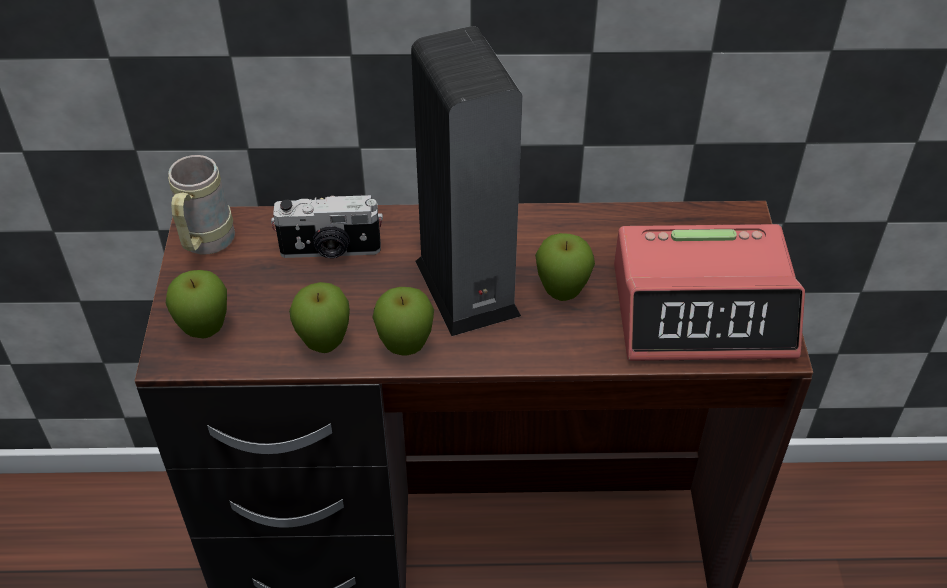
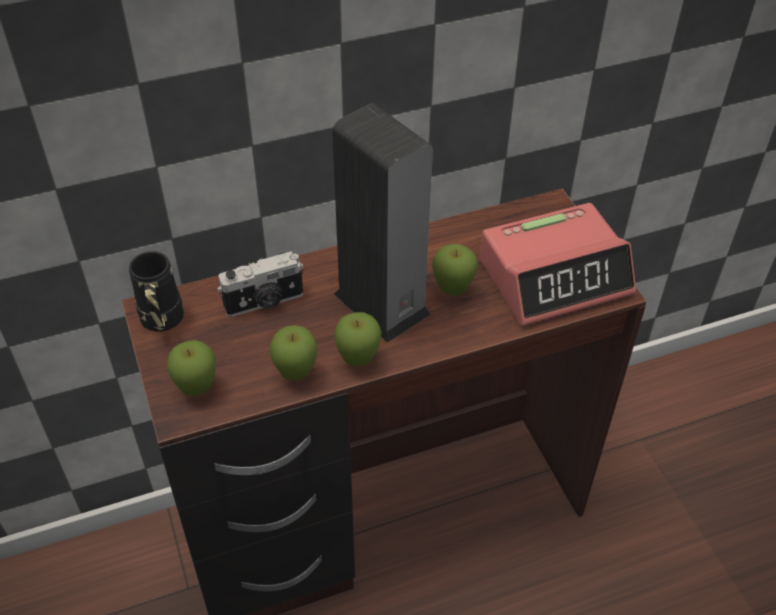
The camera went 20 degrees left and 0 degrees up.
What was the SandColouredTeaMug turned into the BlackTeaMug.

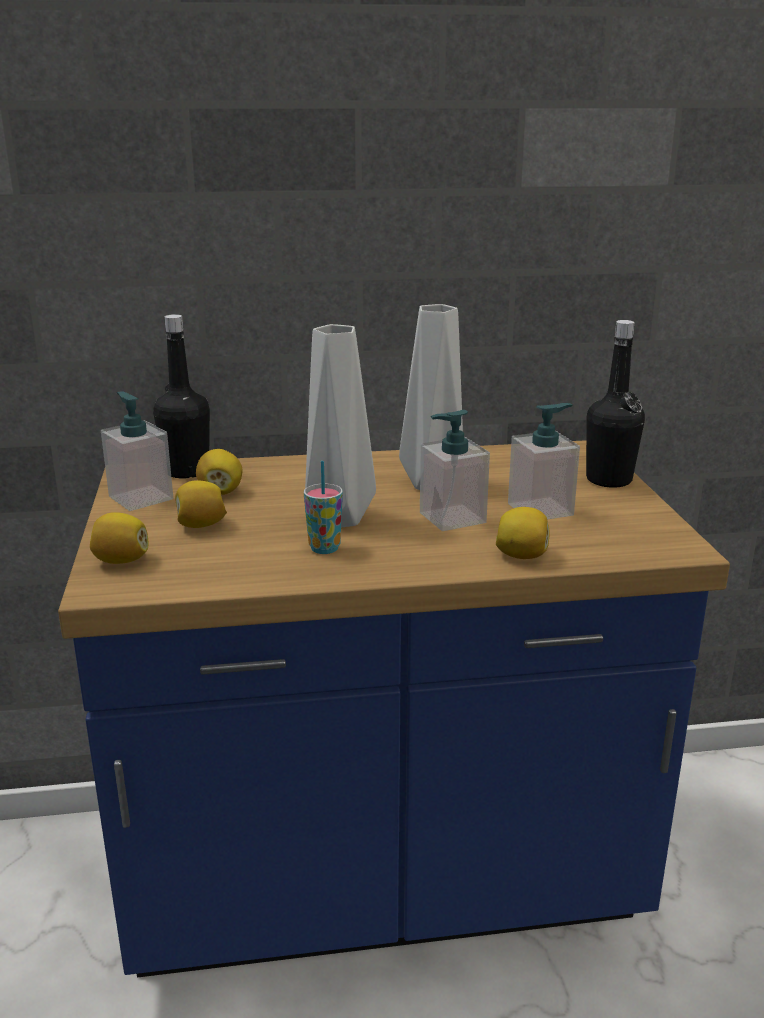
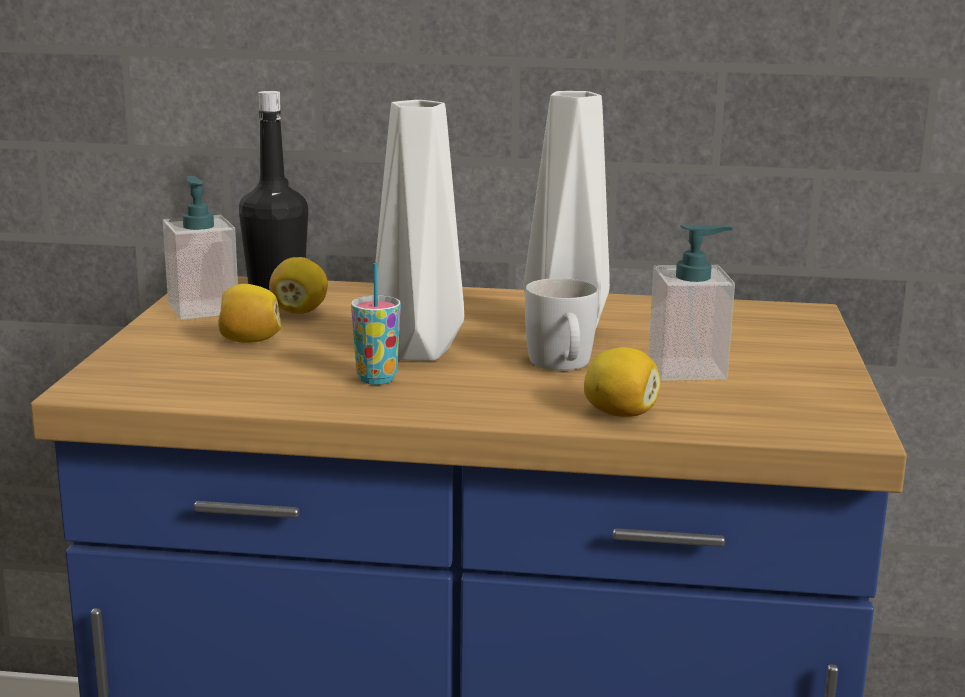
The camera went 15 degrees right and 5 degrees down.
The second view lost the WholeLemon (1st from left).
The second view lost the BlackBeverageBottle (2nd from left).
Where the SoapBottle (2nd from left) stood, the WhitishTeaMug came to stand.

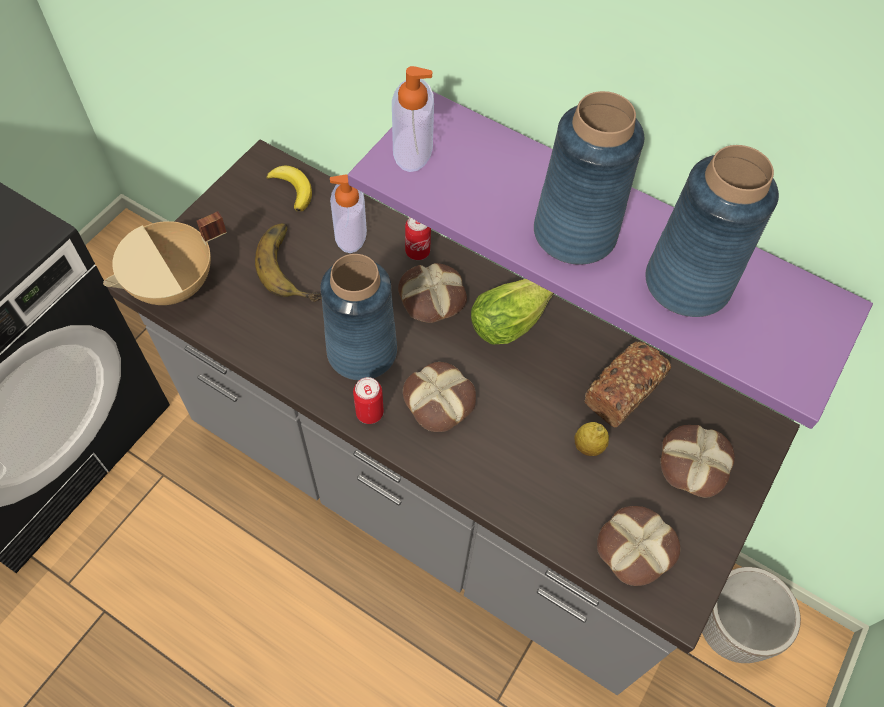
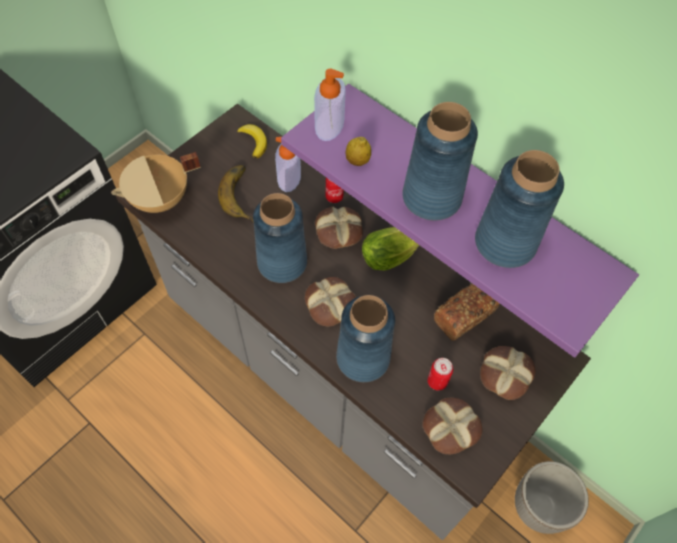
The camera went 10 degrees right and 0 degrees up.
The second view gained the BluishDecorativeVase (2nd from left).
The SealedCan (1st from left in the first image) ended up elsewhere.
The WholeLemon ended up elsewhere.

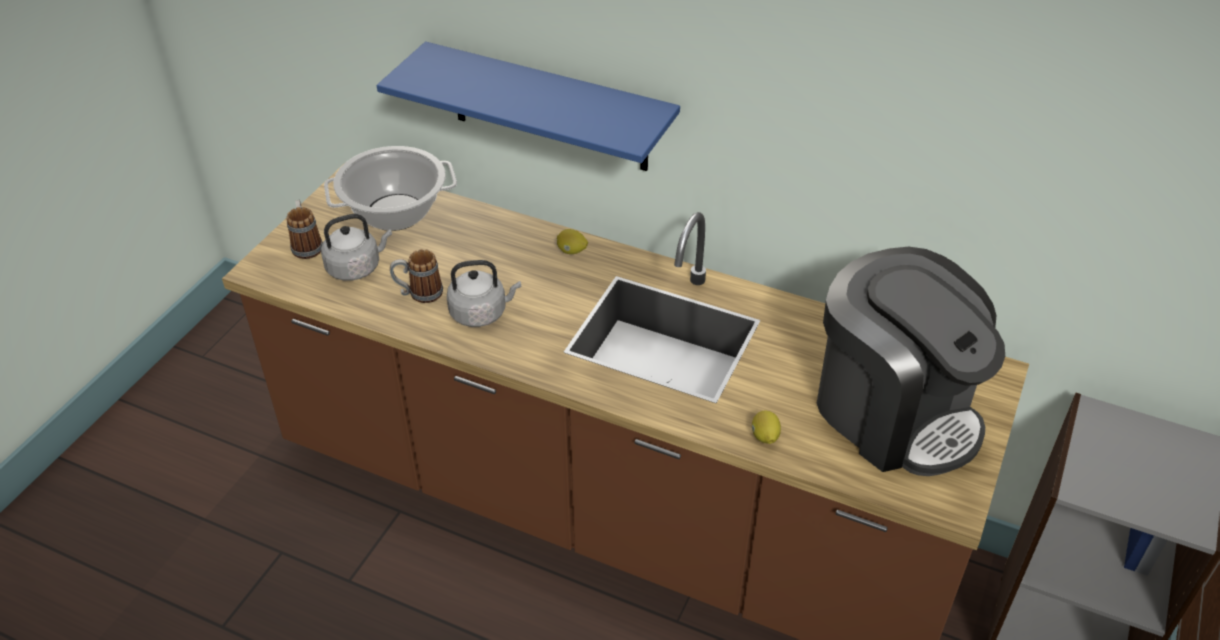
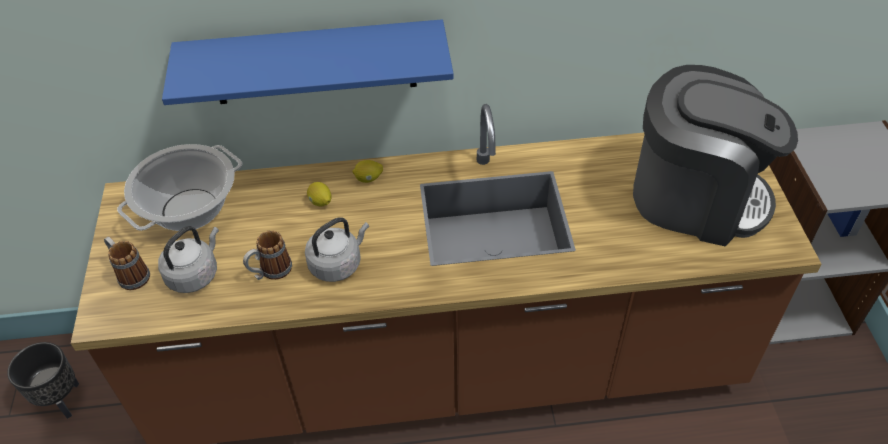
The camera went 30 degrees left and 5 degrees up.
The second view gained the BlackPlanter.
The WholeLemon (2nd from left in the first image) ended up elsewhere.

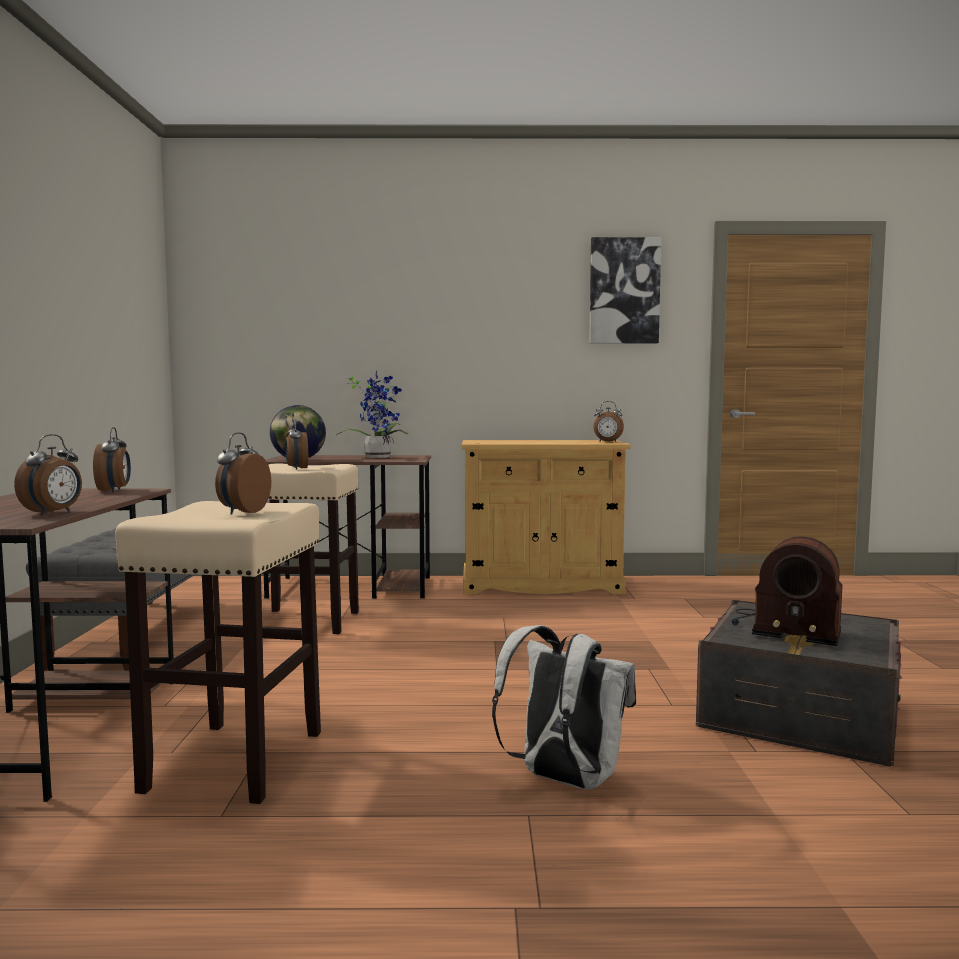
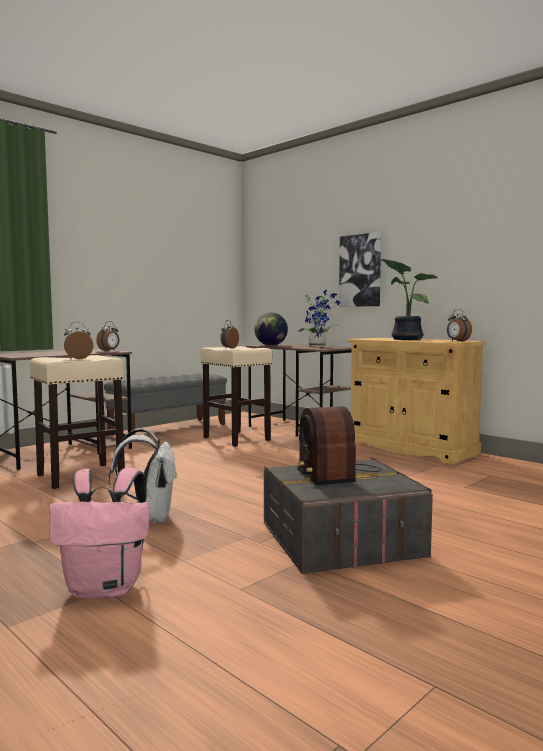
The camera went 45 degrees right and 0 degrees up.
The second view lost the BedsideClock (1st from left).
The second view gained the PinkishKnapsack.
The second view gained the PlantInAPot (2nd from left).
The WallPicture ended up elsewhere.

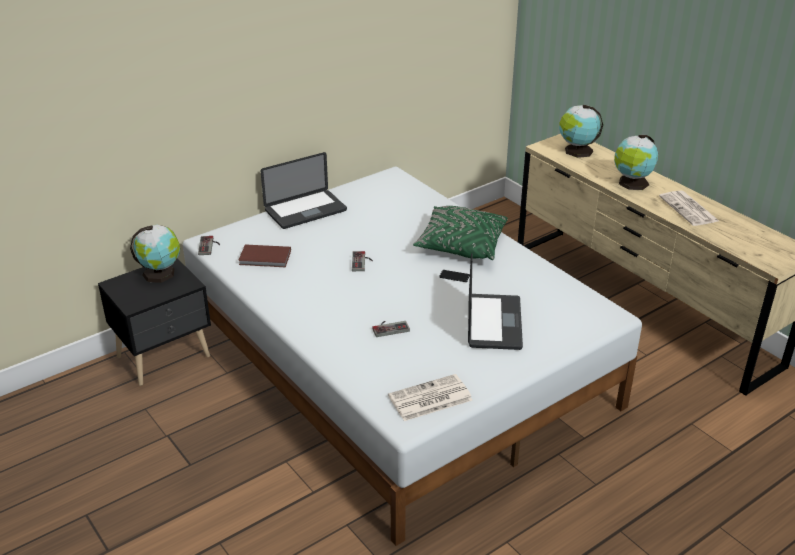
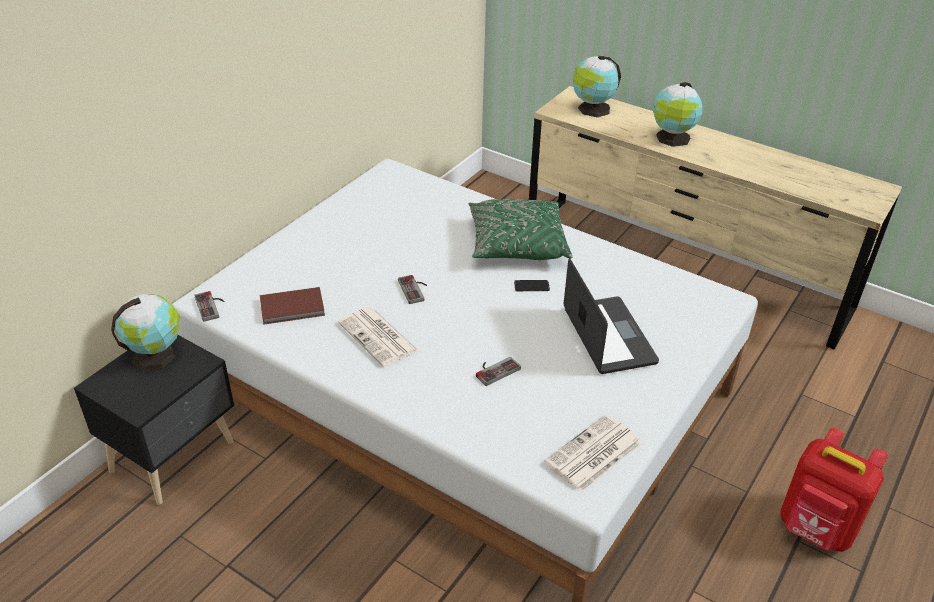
The camera went 20 degrees left and 5 degrees up.
The second view lost the Laptop (1st from left).
The second view gained the RedKnapsack.
The Newspaper (2nd from left in the first image) ended up elsewhere.

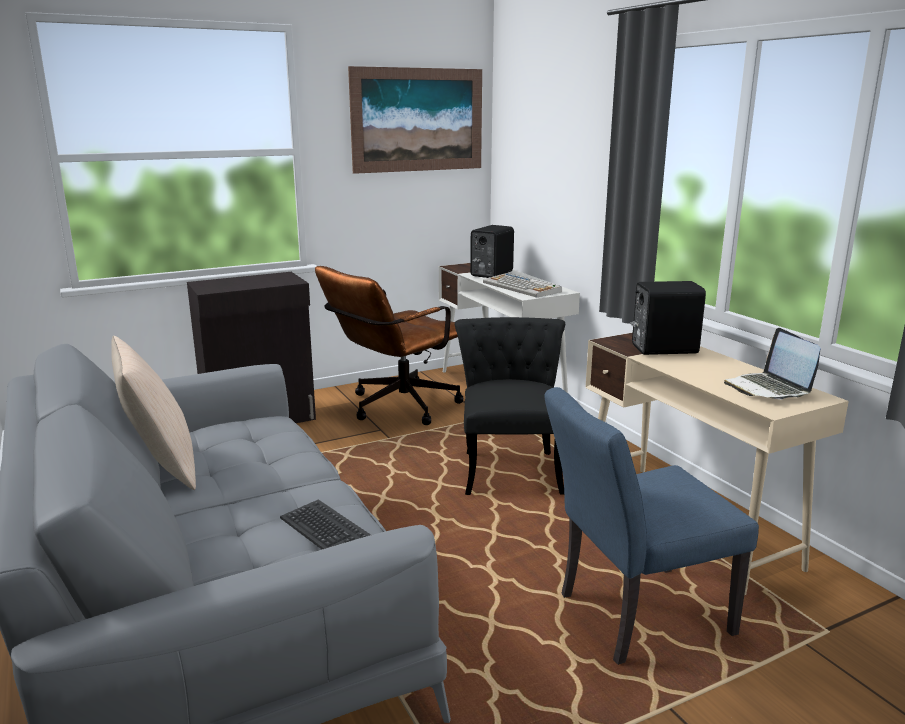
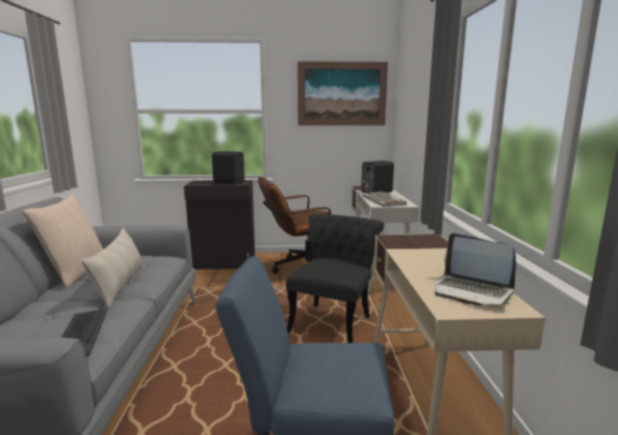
The camera went 25 degrees right and 5 degrees down.
The second view gained the SandColouredThrowPillow (2nd from left).
The BlackLoudspeaker (2nd from left in the first image) ended up elsewhere.
The Laptop ended up facing another way, 60 degrees counterclockwise from before.

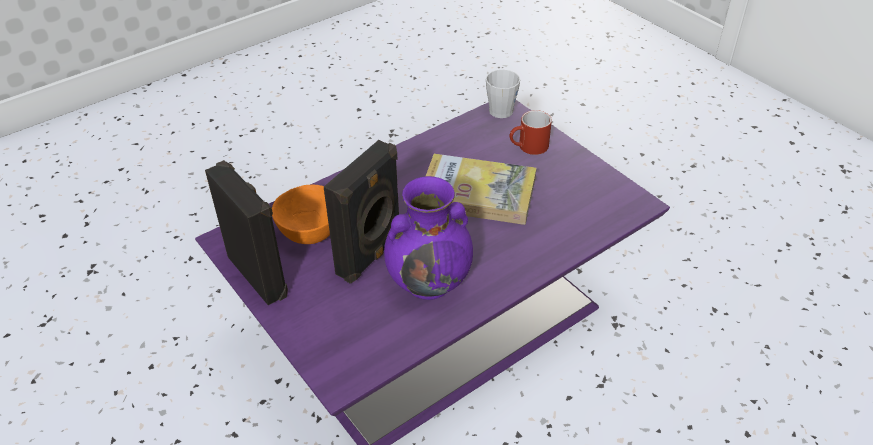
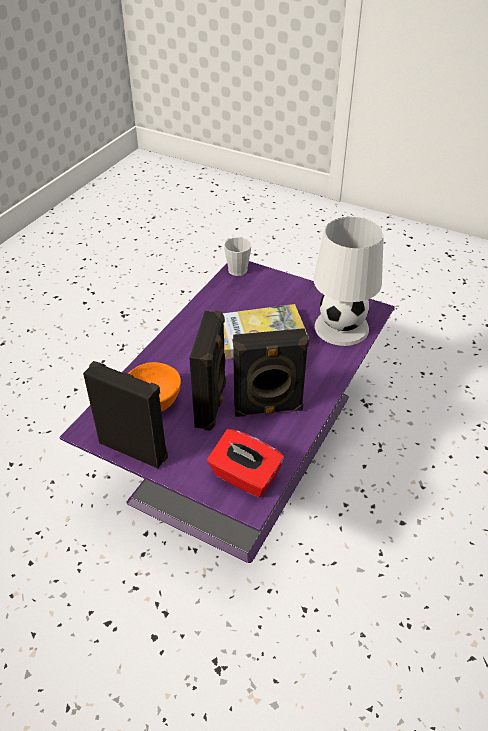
The camera went 25 degrees left and 0 degrees up.
The second view lost the RedTeaMug.
The second view gained the RedBoxOfTissues.
The second view gained the WhitishLampForATable.
Where the PurpleColouredDecorativeVase stood, the BlackLoudspeaker (3rd from left) came to stand.

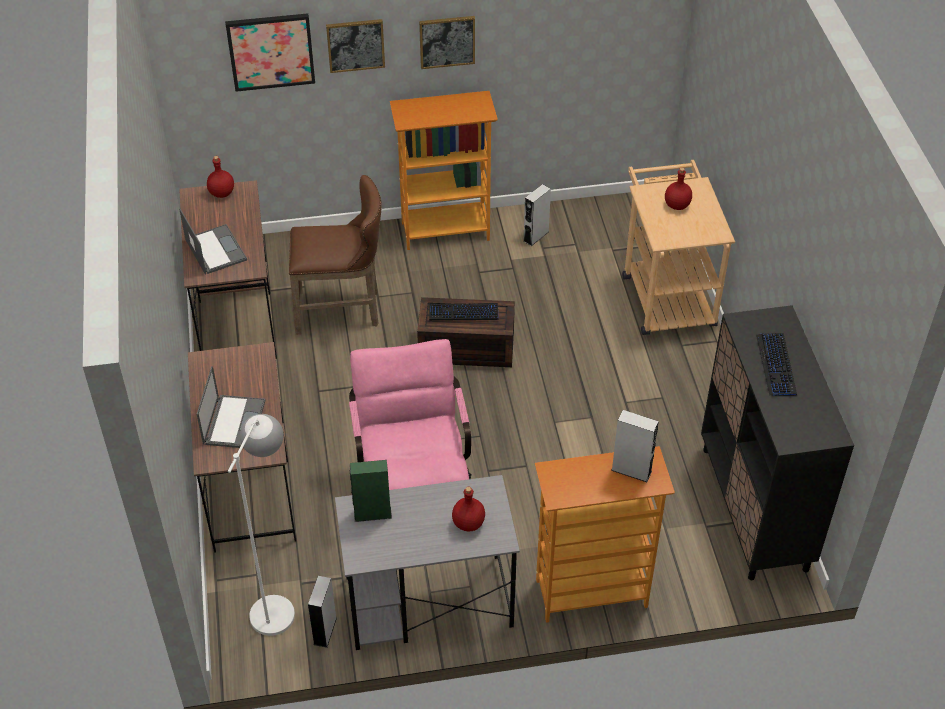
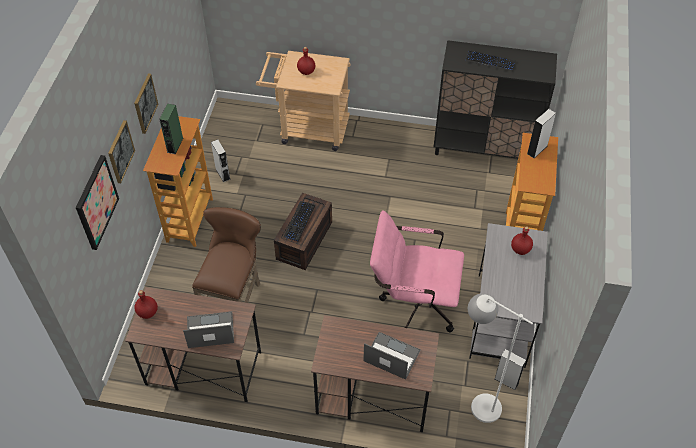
The camera went 70 degrees left and 5 degrees up.
The GreenLoudspeaker ended up elsewhere.

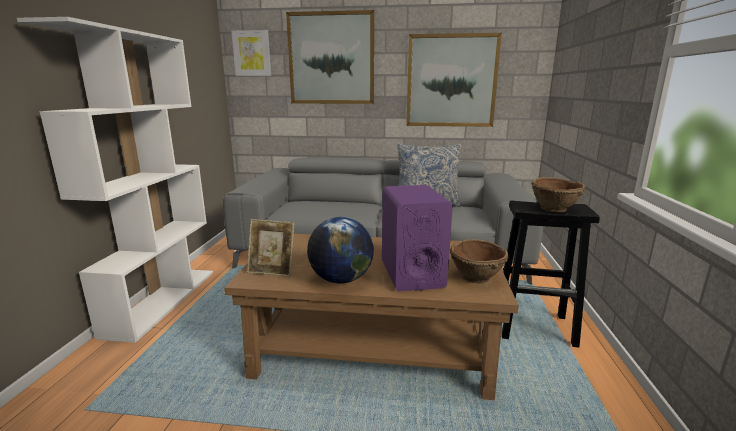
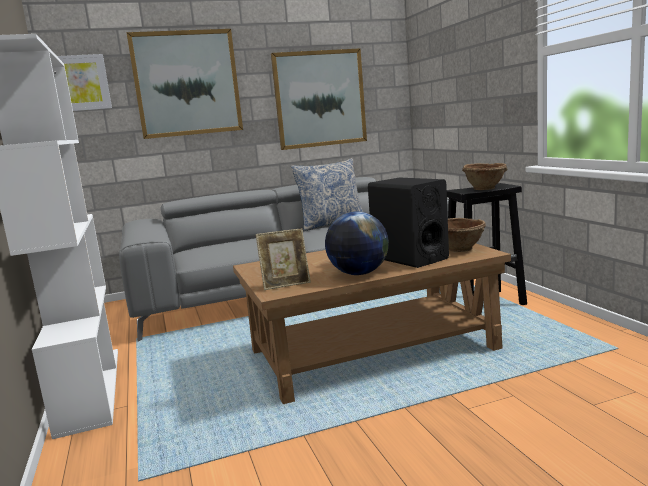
The camera went 25 degrees left and 5 degrees down.
What was the PurpleColouredLoudspeaker turned into the BlackLoudspeaker.

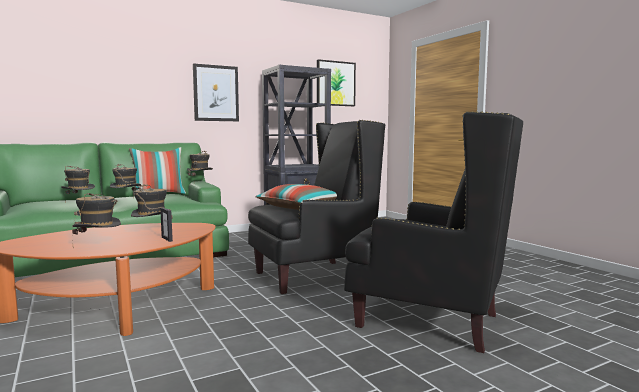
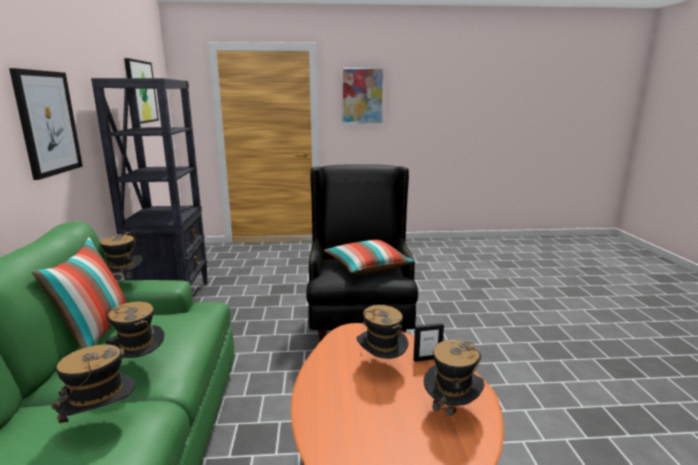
The camera went 65 degrees left and 10 degrees up.
The second view lost the BlackEasyChair (2nd from left).
The second view gained the WallPicture (3rd from left).

